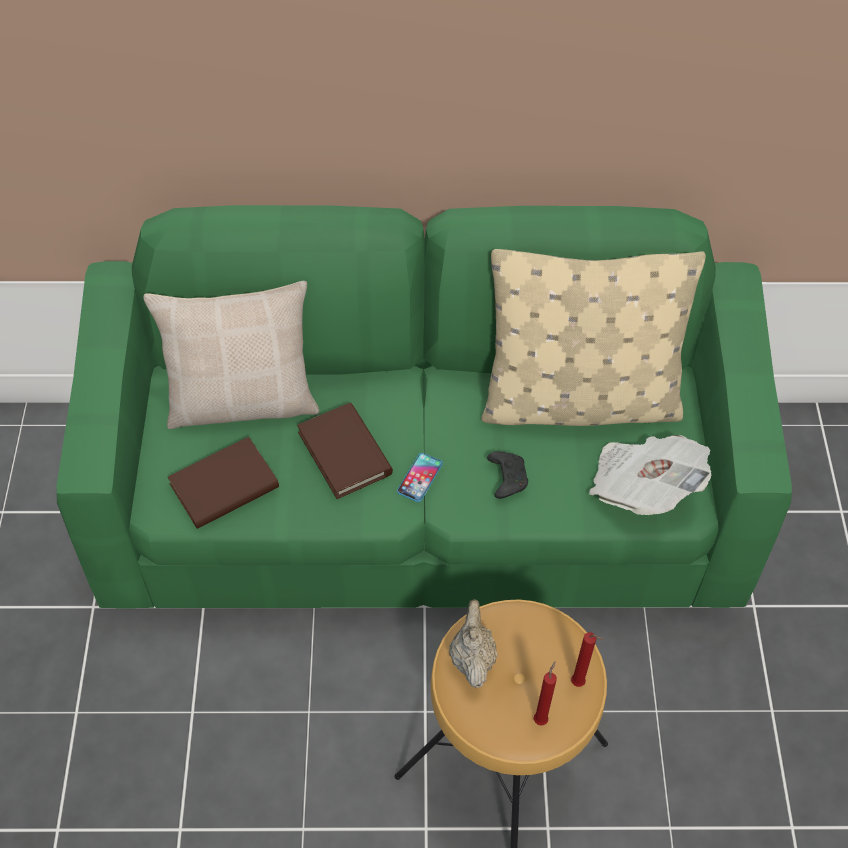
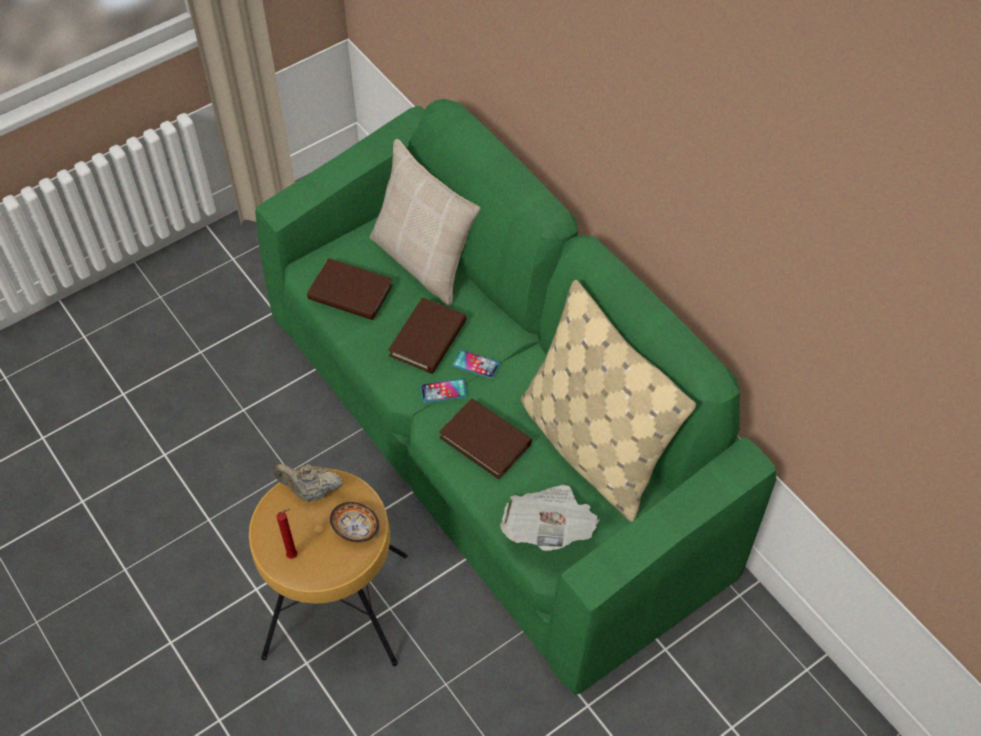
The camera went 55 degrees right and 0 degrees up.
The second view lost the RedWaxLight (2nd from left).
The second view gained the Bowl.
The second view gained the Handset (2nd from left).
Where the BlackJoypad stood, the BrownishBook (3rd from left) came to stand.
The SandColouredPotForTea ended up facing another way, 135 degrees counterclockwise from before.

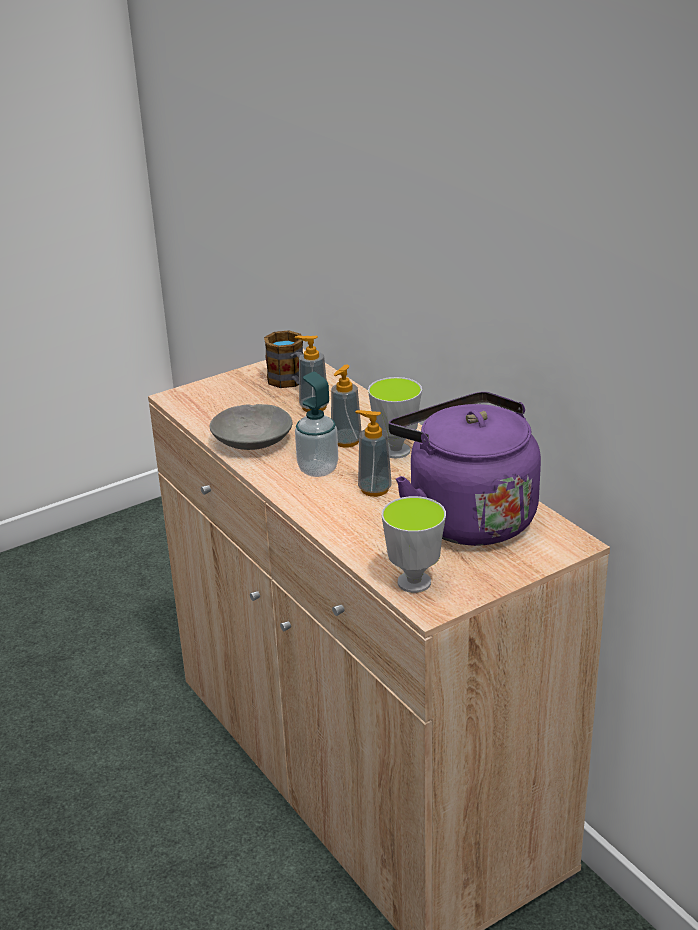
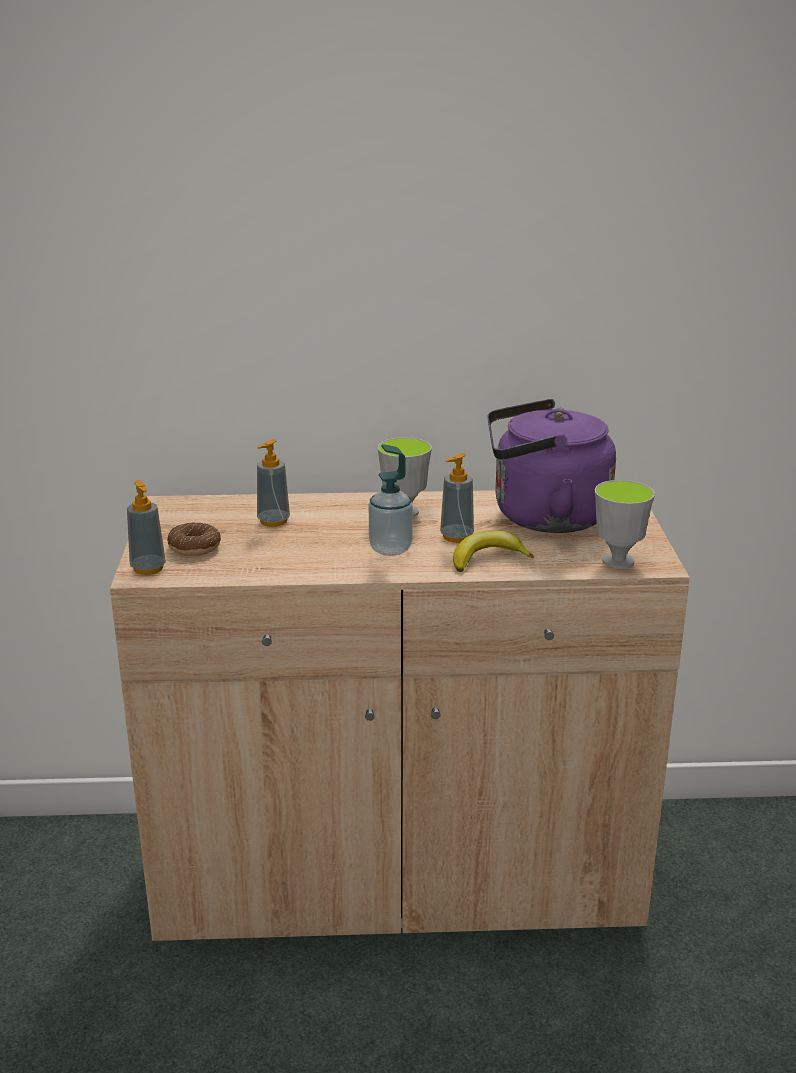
The camera went 60 degrees left and 5 degrees down.
The second view lost the GreyBowl.
The second view lost the TeaMug.
The second view gained the Donut.
The second view gained the WholeBanana.
The SoapBottle (3rd from left in the first image) ended up elsewhere.

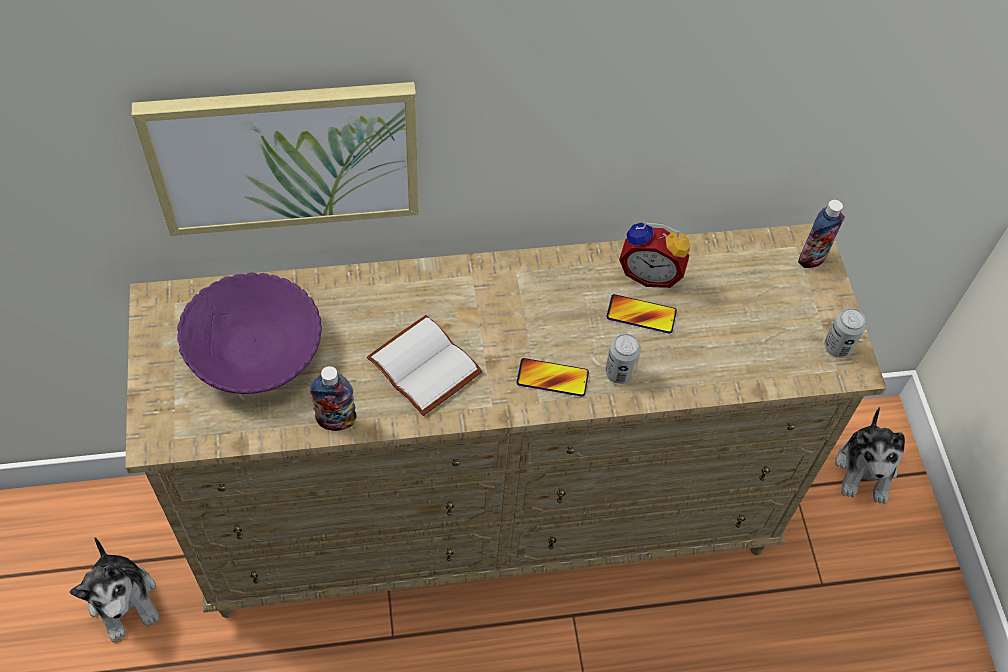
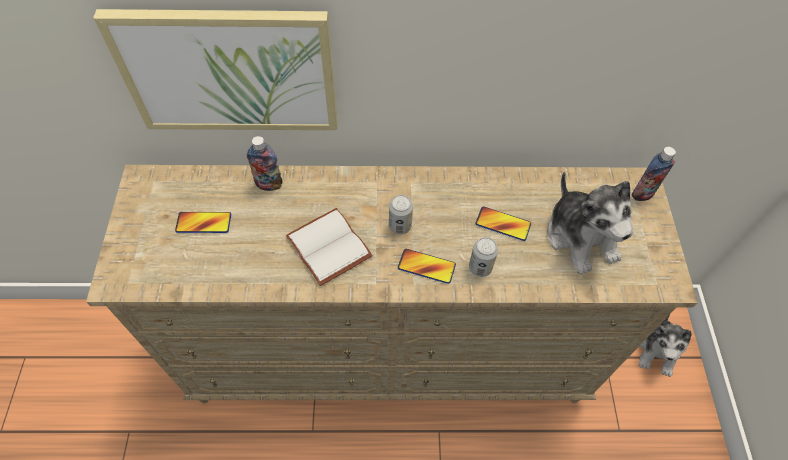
The camera went 10 degrees right and 0 degrees up.
The second view lost the BedsideClock.
The CuddlyToy (1st from left) ended up elsewhere.
The BeverageBottle (1st from left) ended up elsewhere.
The SealedCan (2nd from left in the first image) ended up elsewhere.
Where the PurpleColouredBowl stood, the Handset (1st from left) came to stand.

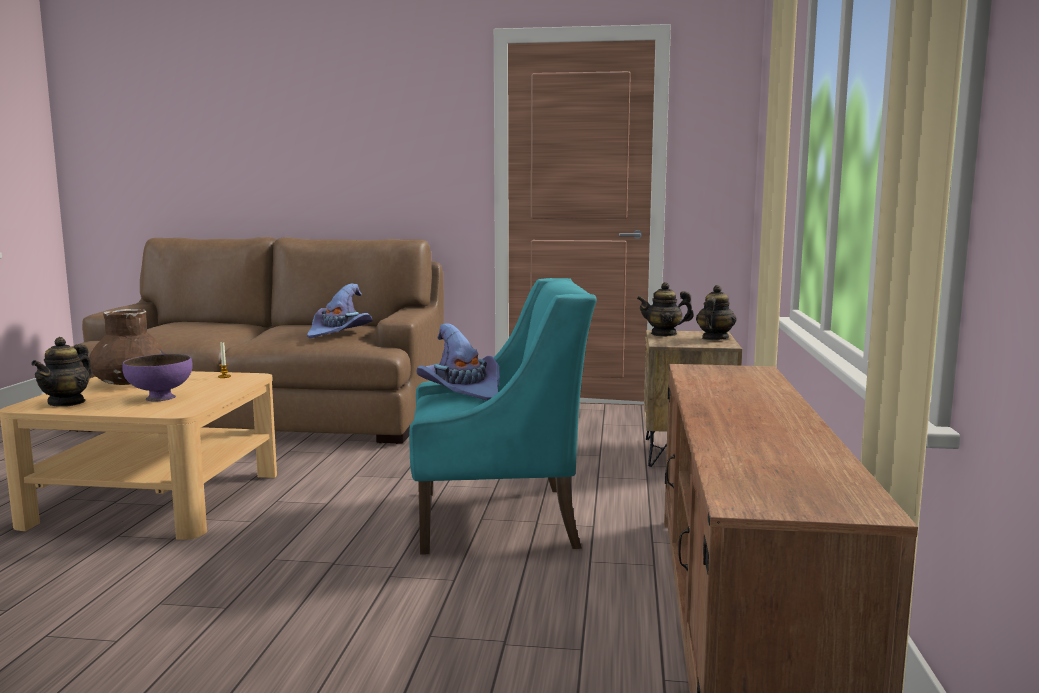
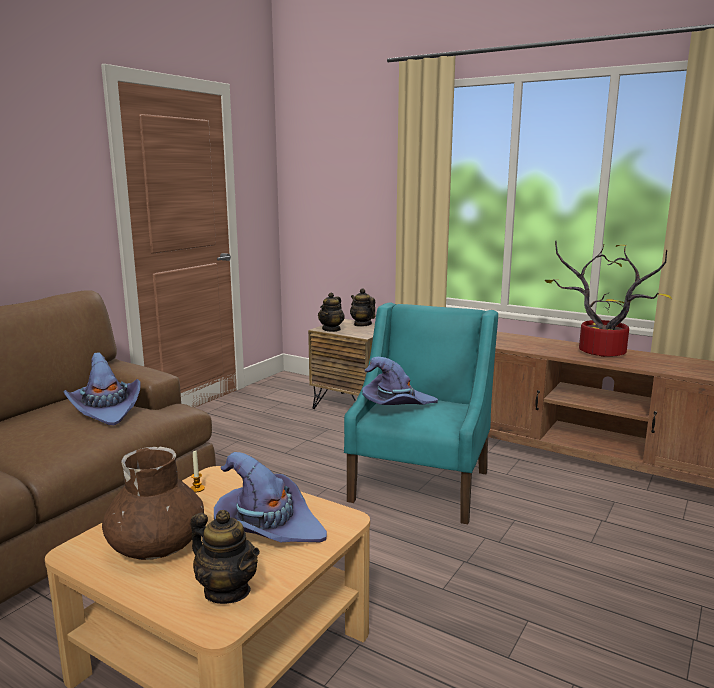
The camera went 65 degrees left and 5 degrees up.
The second view gained the PlantInAPot.
Where the PurpleColouredBowl stood, the PurpleColouredHat (2nd from left) came to stand.

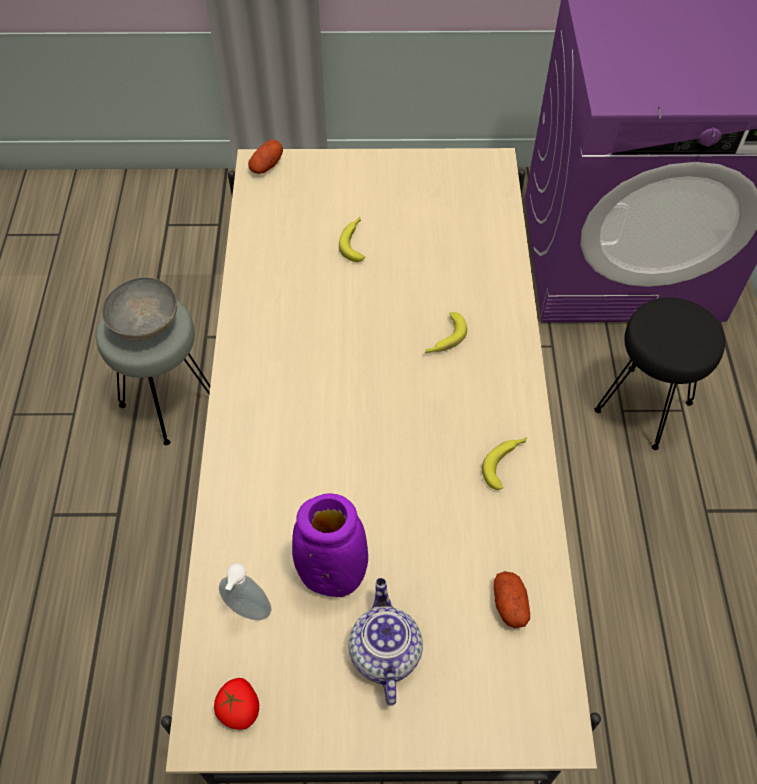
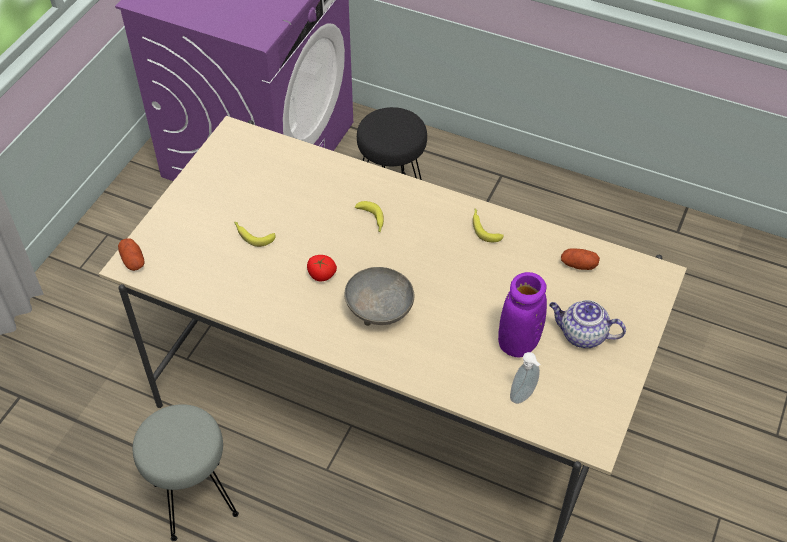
The camera went 65 degrees left and 5 degrees down.
The GreyBowl ended up elsewhere.
The WholeTomato ended up elsewhere.

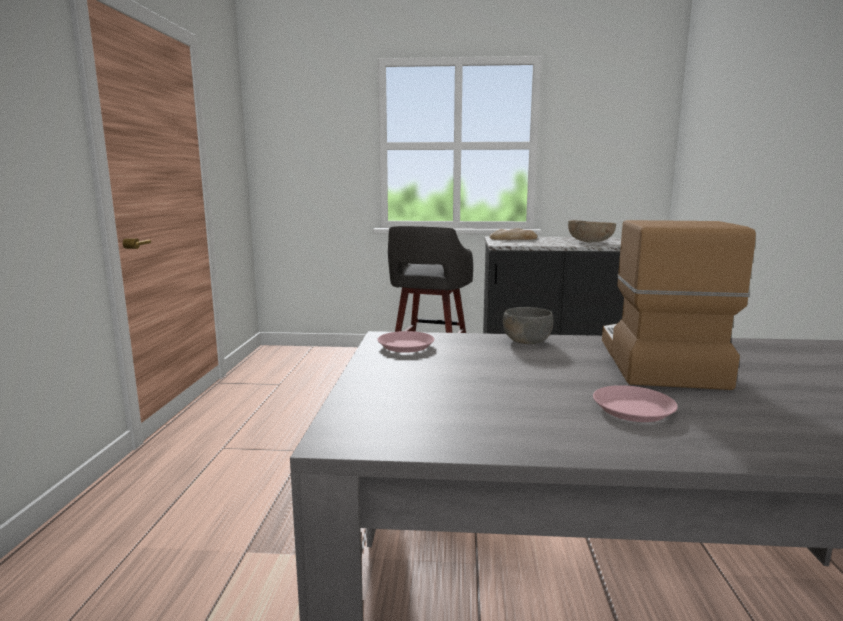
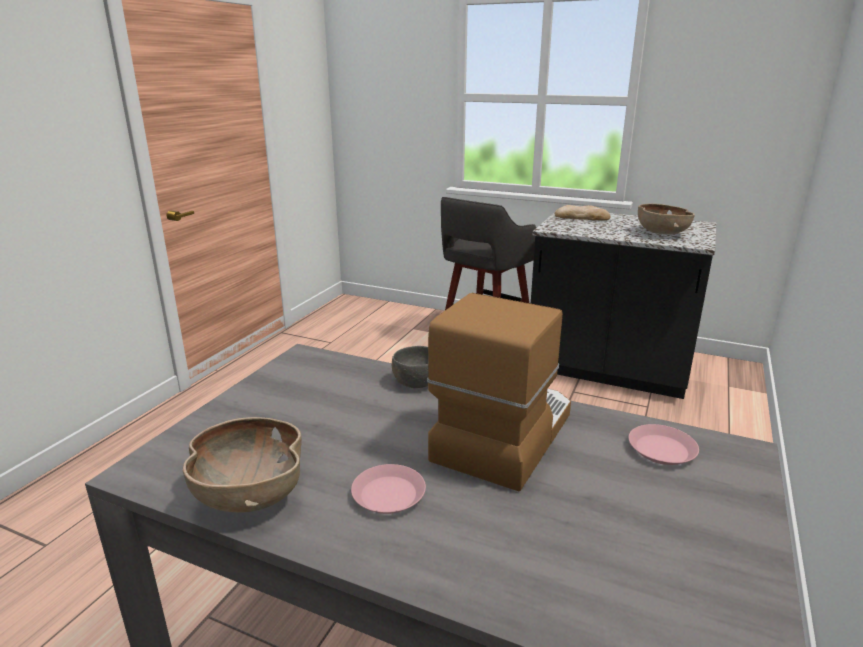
The camera went 20 degrees right and 10 degrees up.
The second view gained the BrownishBowl (1st from left).
The PinkishPlate (1st from left in the first image) ended up elsewhere.

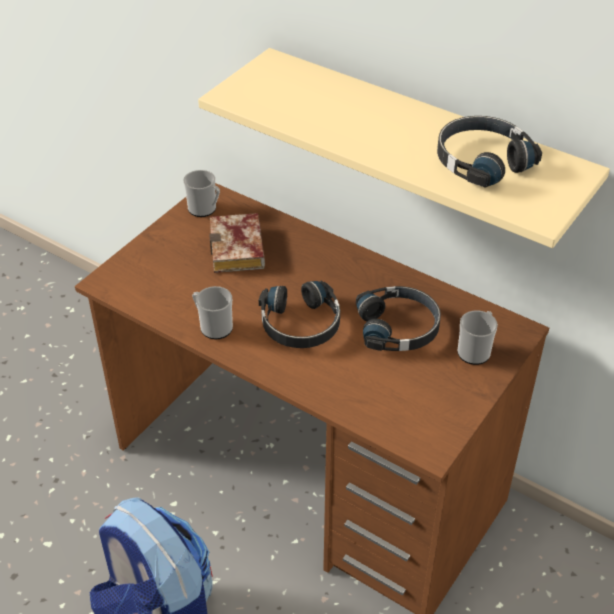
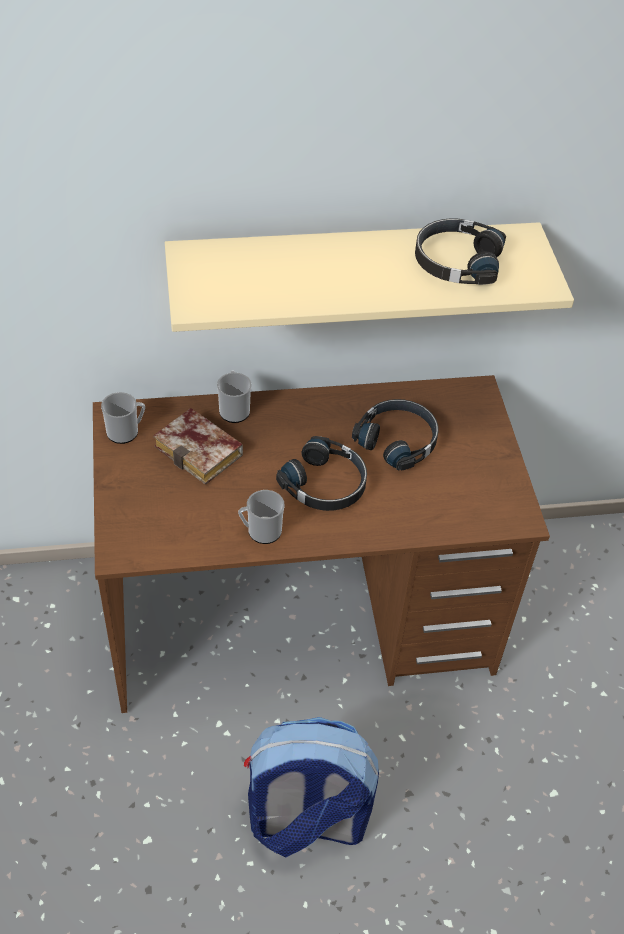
The camera went 45 degrees left and 5 degrees up.
The TeaMug (3rd from left in the first image) ended up elsewhere.

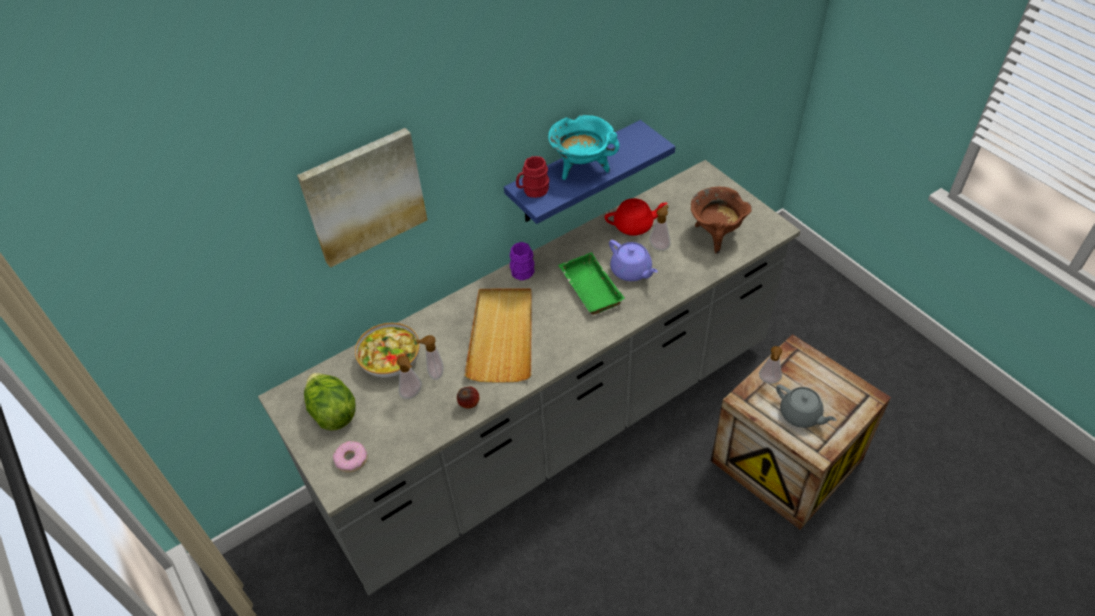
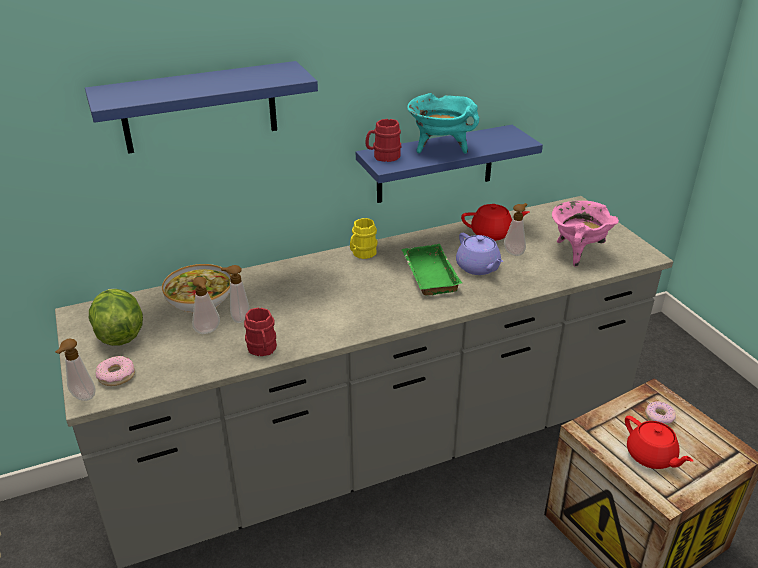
The camera went 10 degrees right and 15 degrees down.
The second view lost the SandColouredTray.
The second view gained the Donut (2nd from left).
The SoapBottle (4th from left in the first image) ended up elsewhere.
Where the WallPicture hung, the BluishBracketShelf (1st from left) came to hang.
Where the WholeApple stood, the RedTeaMug (1st from left) came to stand.
What was the PurpleColouredTeaMug turned into the YellowTeaMug.
What was the BrownishCookingPot turned into the PinkishCookingPot.
What was the GreyPotForTea turned into the RedPotForTea (2nd from left).

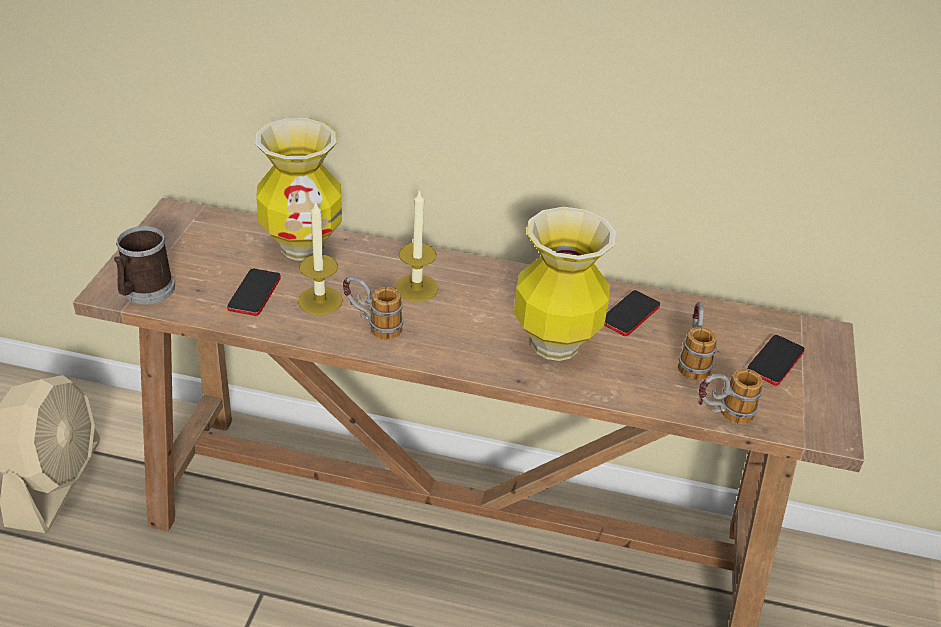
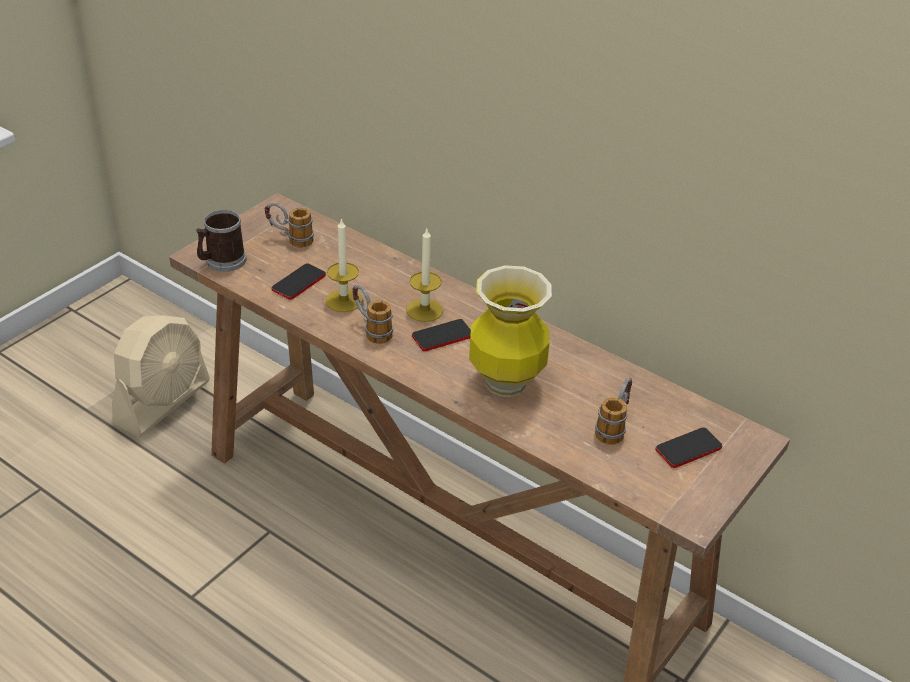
The camera went 25 degrees right and 0 degrees up.
The second view lost the DecorativeVase (1st from left).
The Handset (2nd from left) ended up elsewhere.
The TeaMug (4th from left in the first image) ended up elsewhere.

